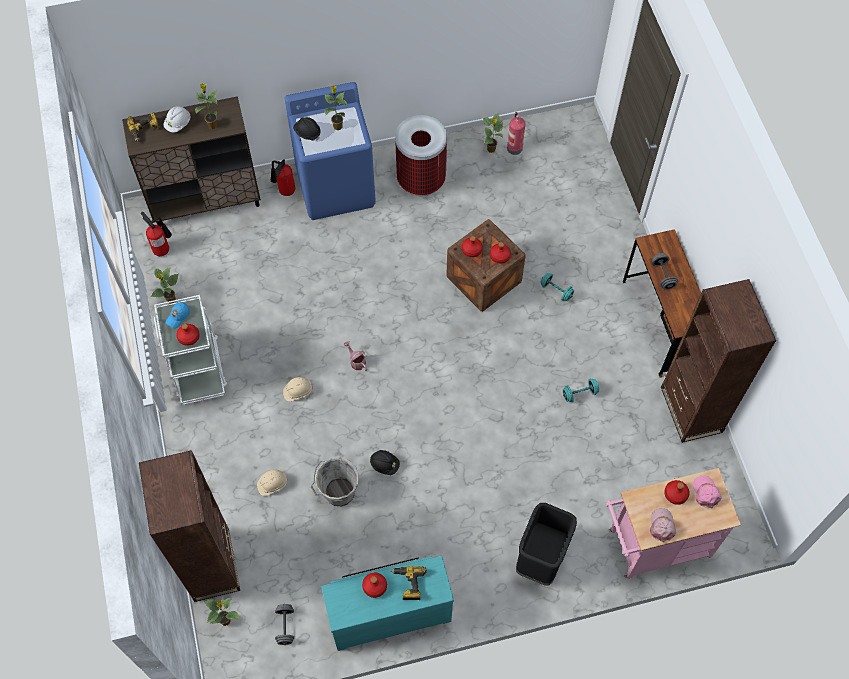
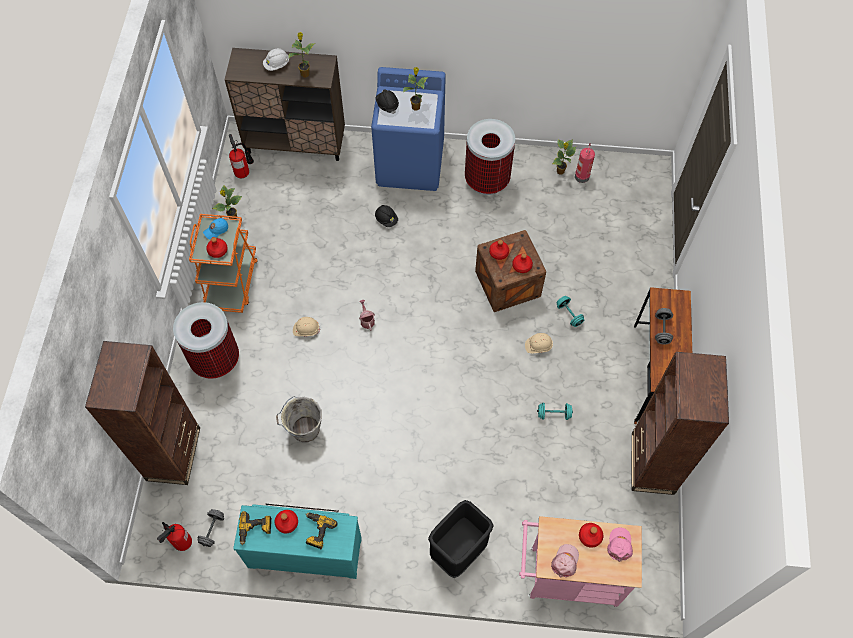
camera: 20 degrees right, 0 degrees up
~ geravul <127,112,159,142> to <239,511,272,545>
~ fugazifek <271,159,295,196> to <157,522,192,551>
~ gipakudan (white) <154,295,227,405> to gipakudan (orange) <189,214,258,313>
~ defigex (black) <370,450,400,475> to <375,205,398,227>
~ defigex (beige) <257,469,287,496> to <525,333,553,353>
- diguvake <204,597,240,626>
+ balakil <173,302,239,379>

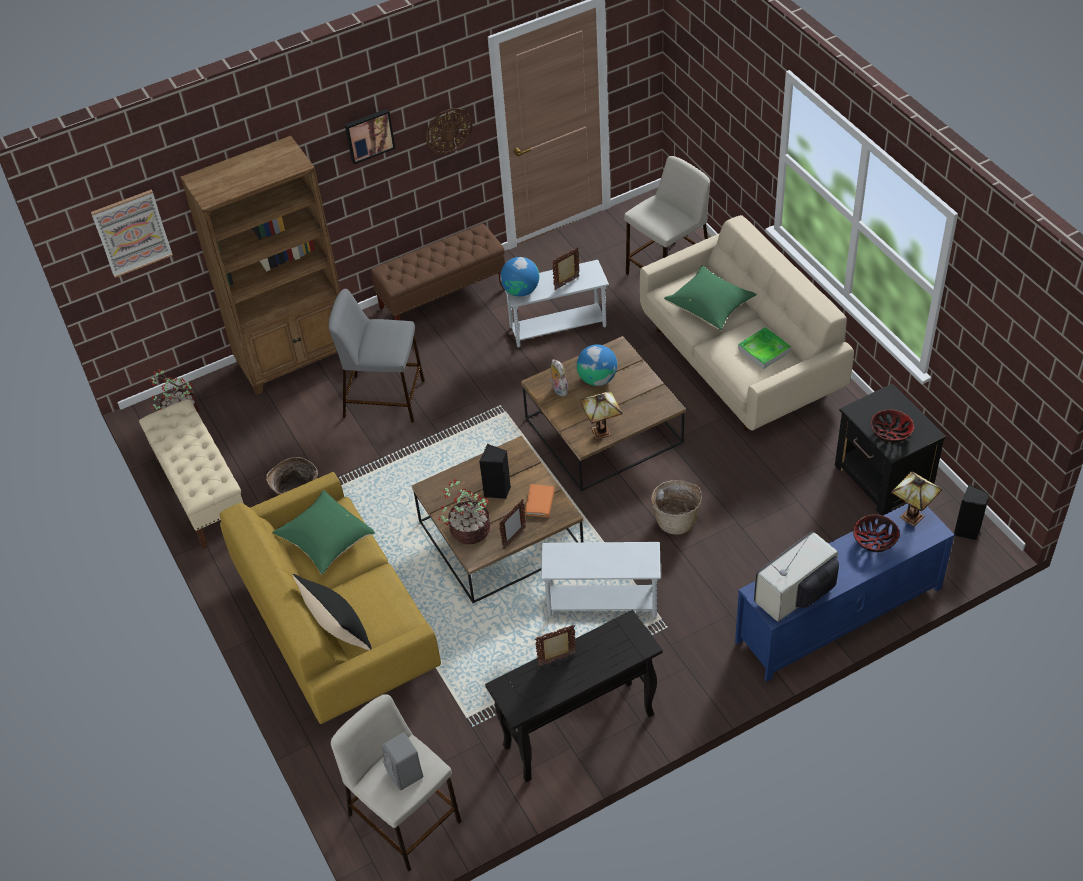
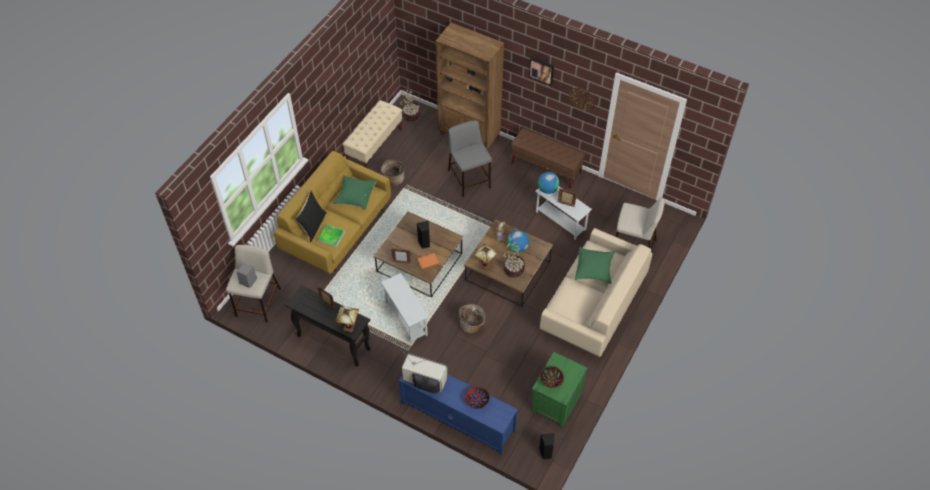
camera: 55 degrees right, 5 degrees up
- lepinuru <91,190,173,278>
~ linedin <738,327,791,369> to <317,224,345,248>
~ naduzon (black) <835,383,946,515> to naduzon (green) <531,352,587,427>
~ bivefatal <891,471,942,527> to <335,306,359,332>
~ diguvake <439,479,490,544> to <502,242,525,278>

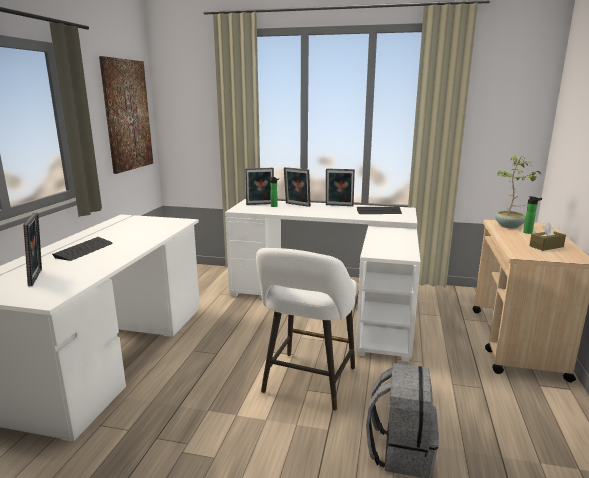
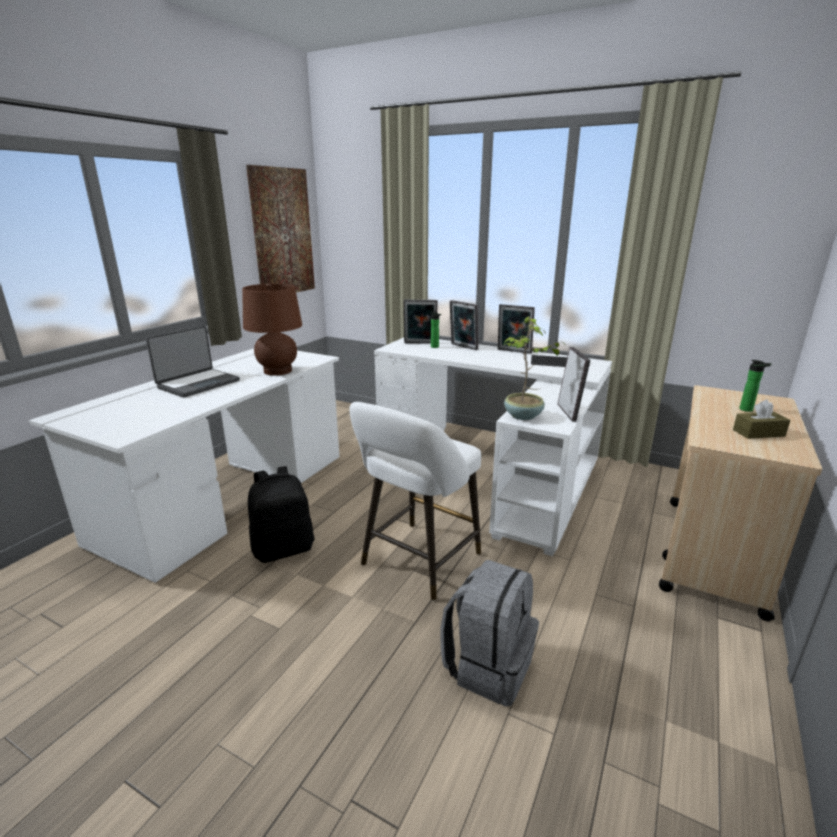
camera: 15 degrees right, 5 degrees up
~ diguvake <495,155,541,229> to <503,317,567,420>
~ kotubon <23,213,42,286> to <558,347,590,422>
~ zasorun <52,237,113,261> to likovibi <146,326,240,398>
+ bivefatal (brown) <242,283,302,376>
+ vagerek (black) <248,466,314,563>

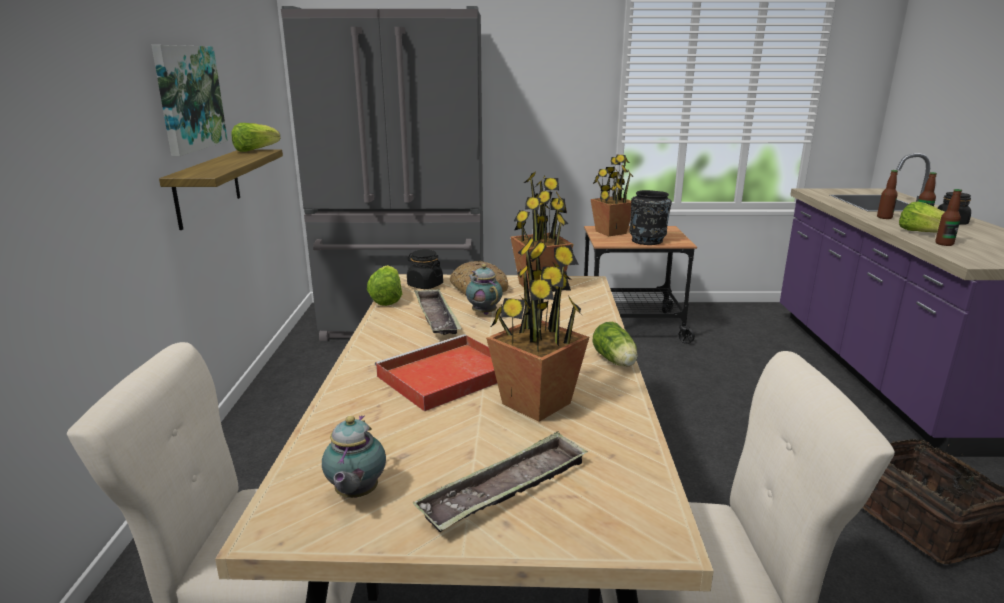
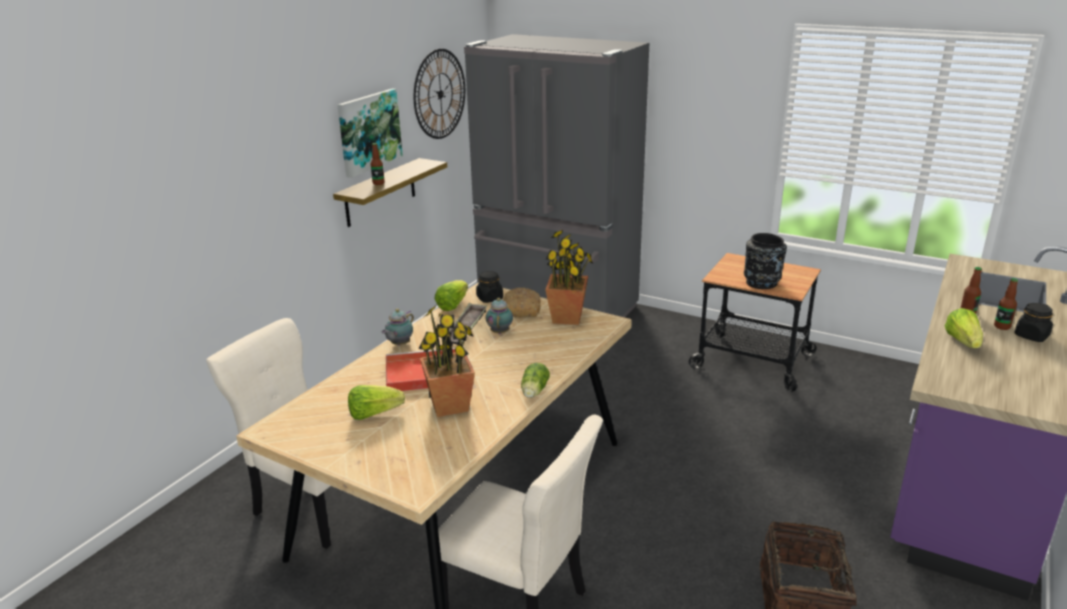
camera: 30 degrees right, 5 degrees up
~ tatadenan <232,123,281,152> to <348,385,405,420>
- diguvake <591,155,633,236>
~ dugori <935,189,962,246> to <371,143,385,185>
~ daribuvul <322,415,386,498> to <382,309,414,346>
- linedin <412,431,588,532>
+ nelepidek <414,49,465,139>

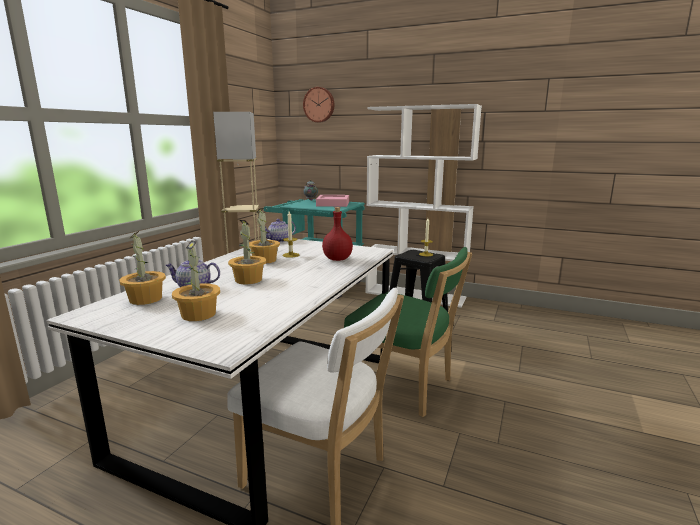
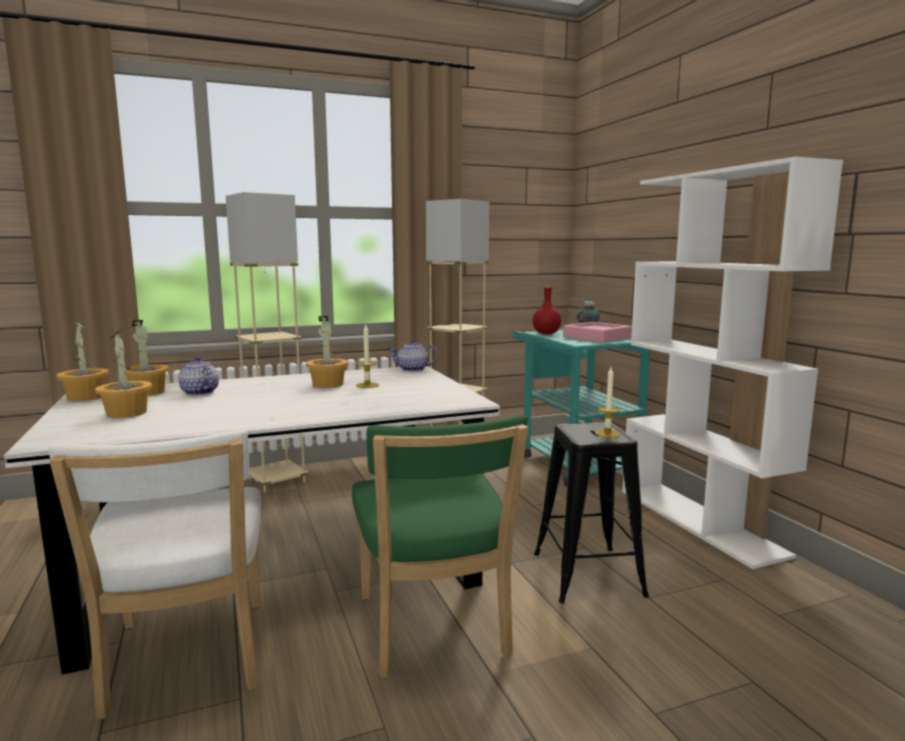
camera: 45 degrees right, 5 degrees down
- nelepidek <303,87,334,123>
~ dugori (red) <322,207,353,261> to <533,284,561,334>
~ diguvake <228,220,266,284> to <57,322,109,401>
+ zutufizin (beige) <226,192,309,492>

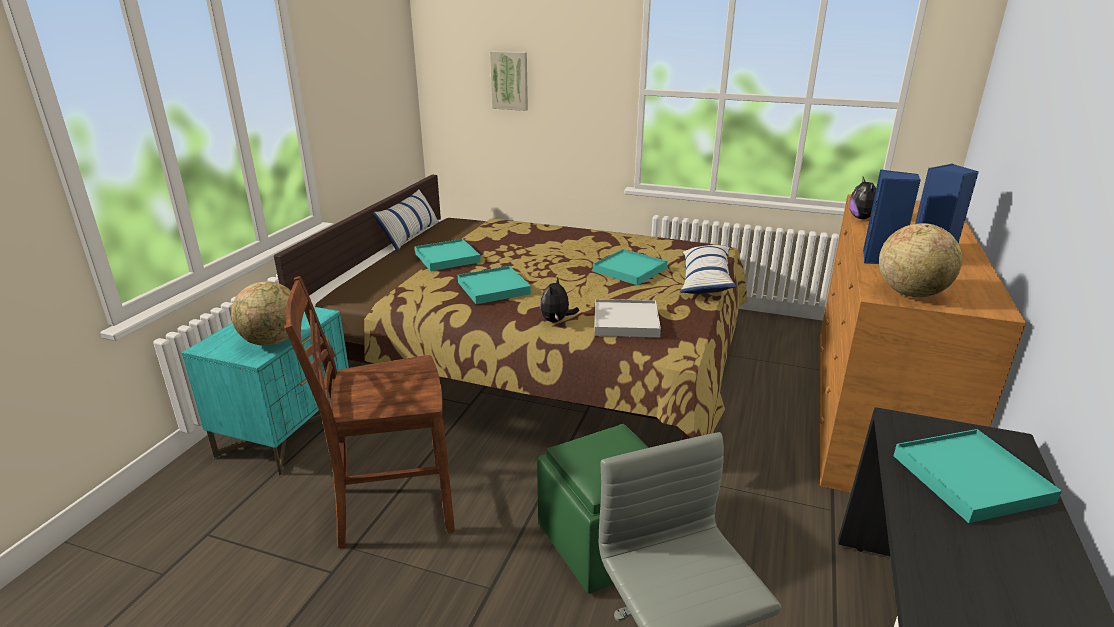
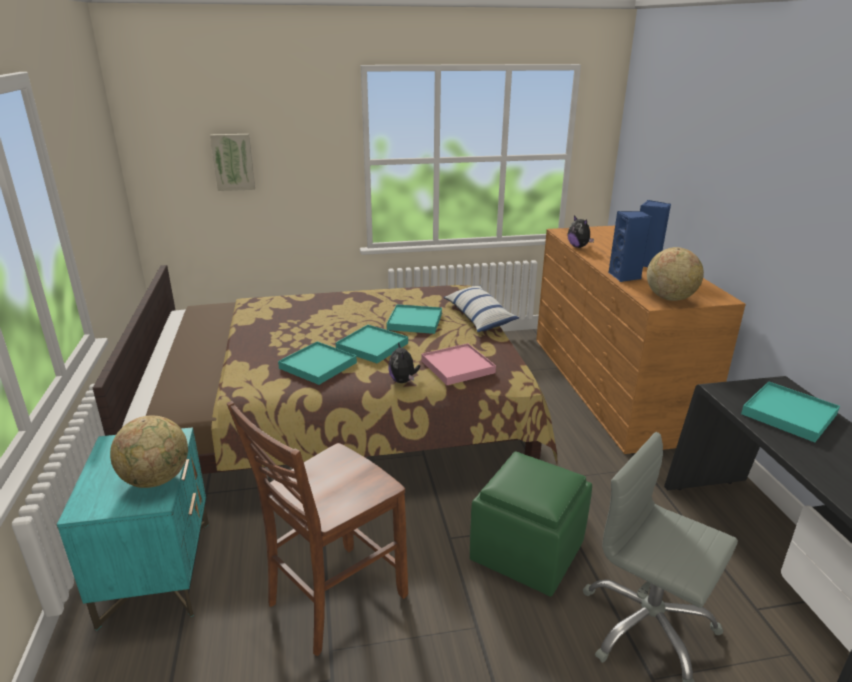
camera: 30 degrees left, 0 degrees up
- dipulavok <373,189,439,252>
~ linedin (turquoise) <415,239,481,271> to <336,325,408,364>
~ linedin (white) <594,299,661,337> to linedin (pink) <421,343,496,385>

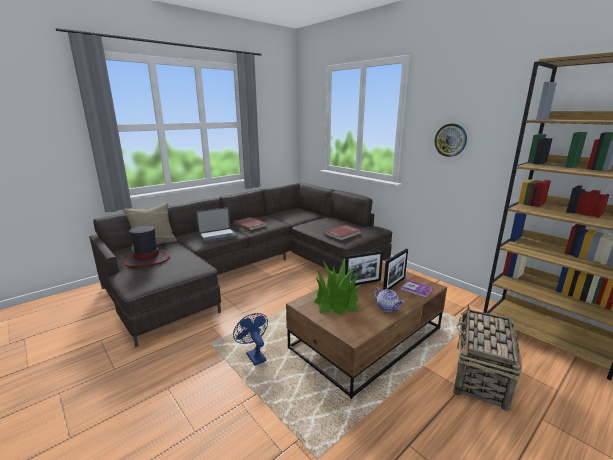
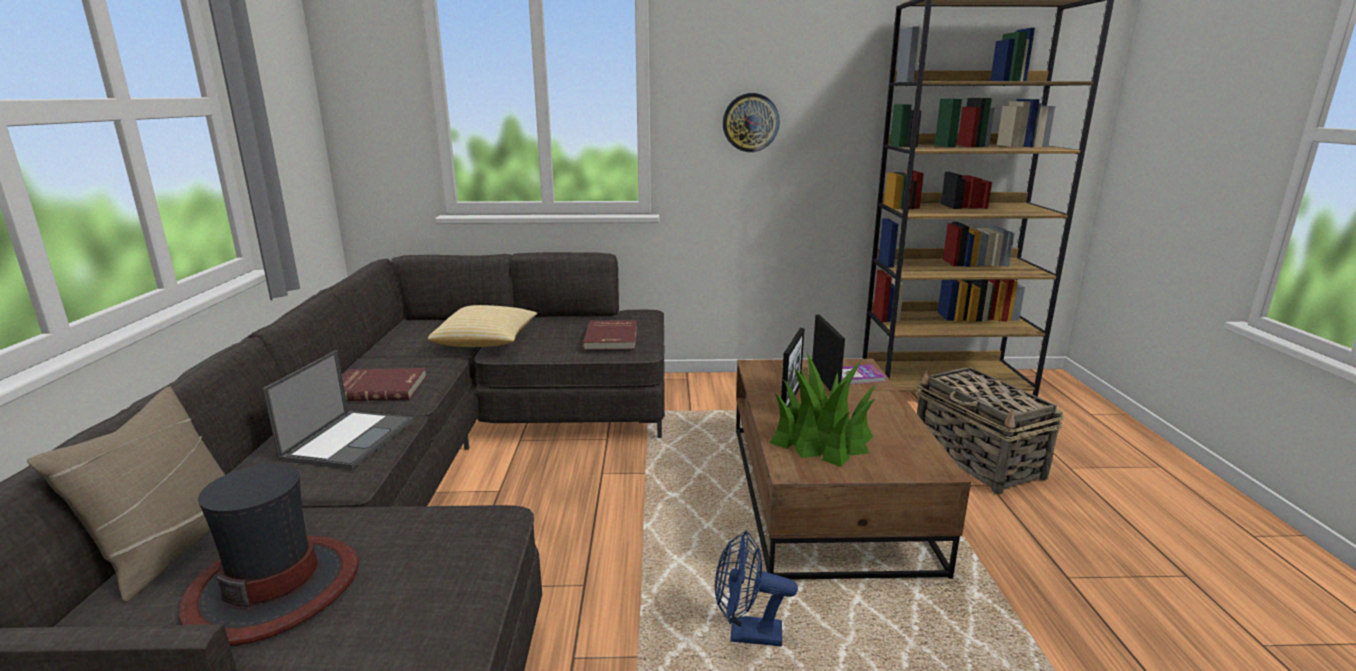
camera: 50 degrees left, 0 degrees up
- daribuvul <374,287,404,312>
+ dipulavok <428,305,537,347>

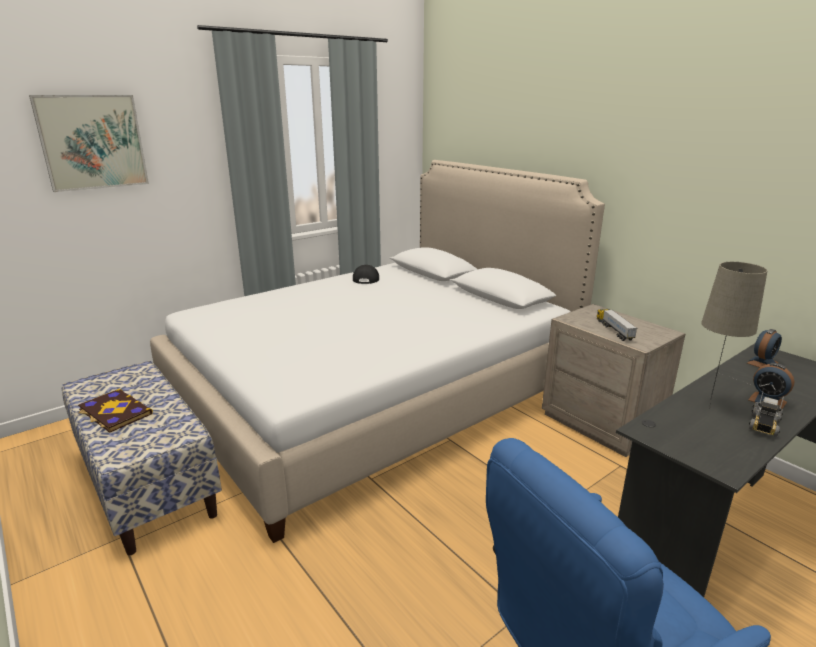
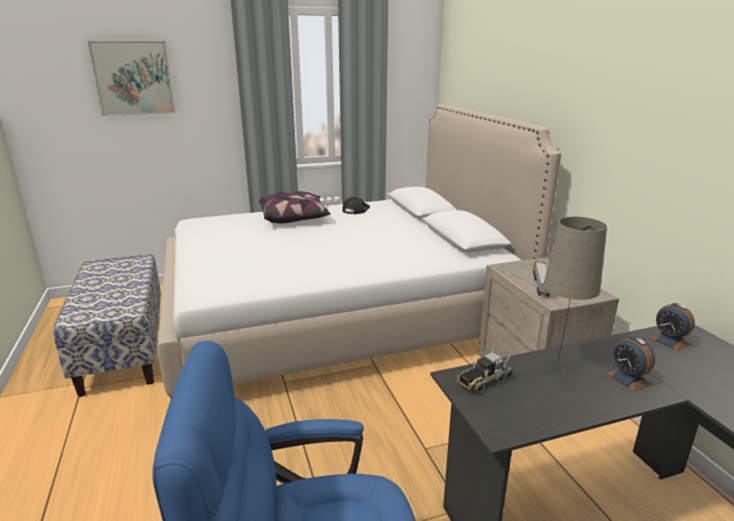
camera: 20 degrees right, 0 degrees up
~ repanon <747,329,782,368> = <650,303,695,351> 75 degrees clockwise
- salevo <78,389,153,433>
~ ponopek <749,391,784,437> to <457,347,513,393>
+ dipulavok <259,191,331,223>

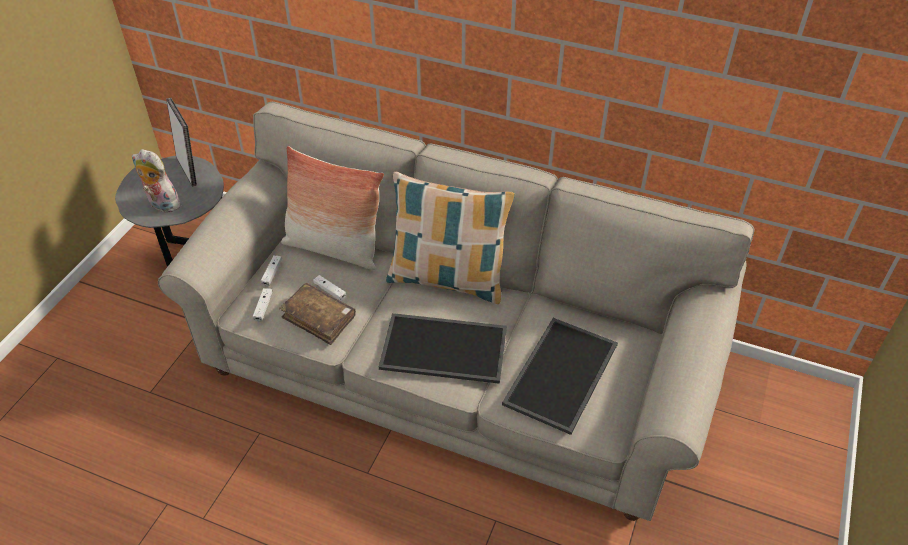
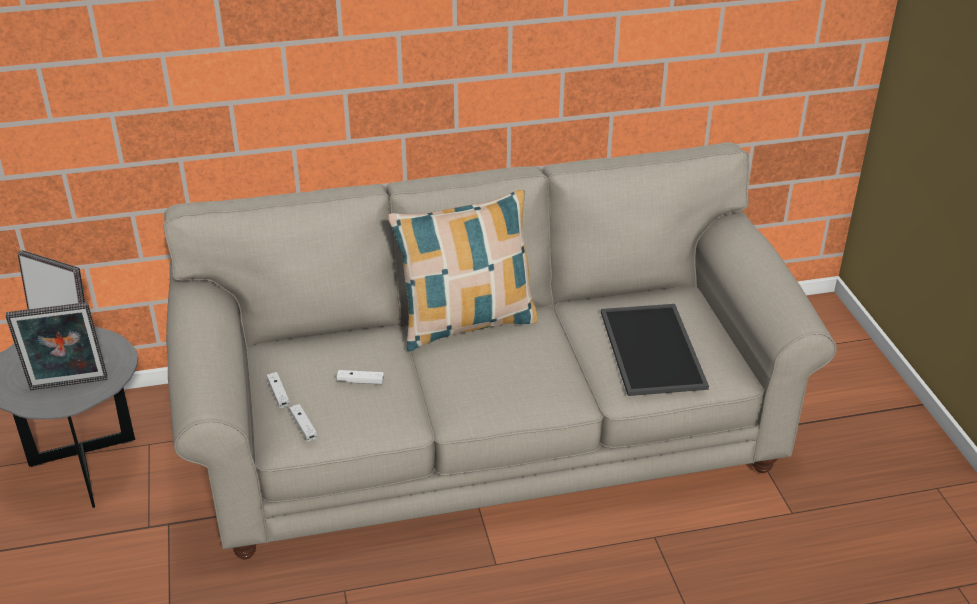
camera: 35 degrees left, 10 degrees down
- dipulavok <281,146,384,270>
~ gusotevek <132,149,183,213> to kotubon <6,302,107,390>
- salevo (brown) <279,283,356,345>
- linedin <379,313,507,384>

